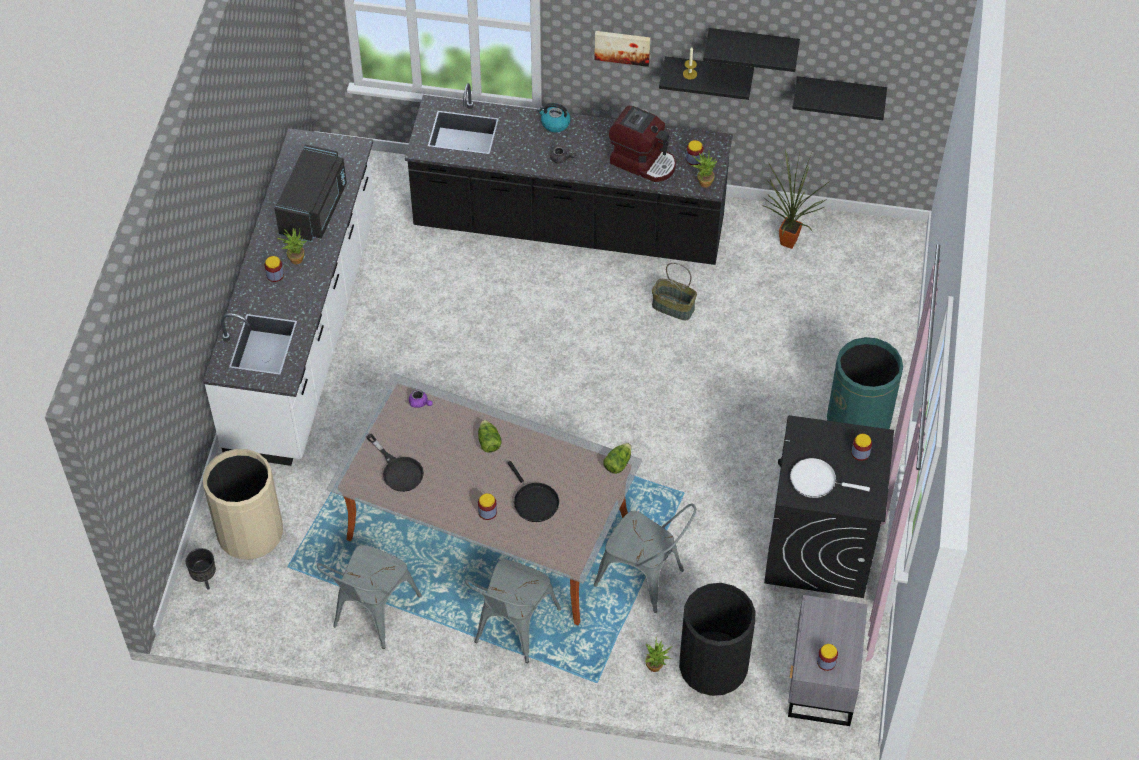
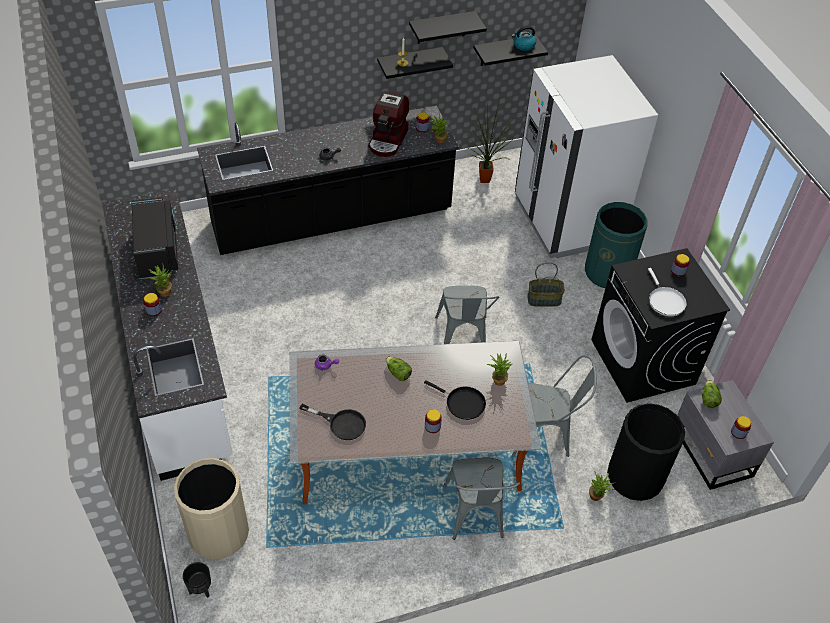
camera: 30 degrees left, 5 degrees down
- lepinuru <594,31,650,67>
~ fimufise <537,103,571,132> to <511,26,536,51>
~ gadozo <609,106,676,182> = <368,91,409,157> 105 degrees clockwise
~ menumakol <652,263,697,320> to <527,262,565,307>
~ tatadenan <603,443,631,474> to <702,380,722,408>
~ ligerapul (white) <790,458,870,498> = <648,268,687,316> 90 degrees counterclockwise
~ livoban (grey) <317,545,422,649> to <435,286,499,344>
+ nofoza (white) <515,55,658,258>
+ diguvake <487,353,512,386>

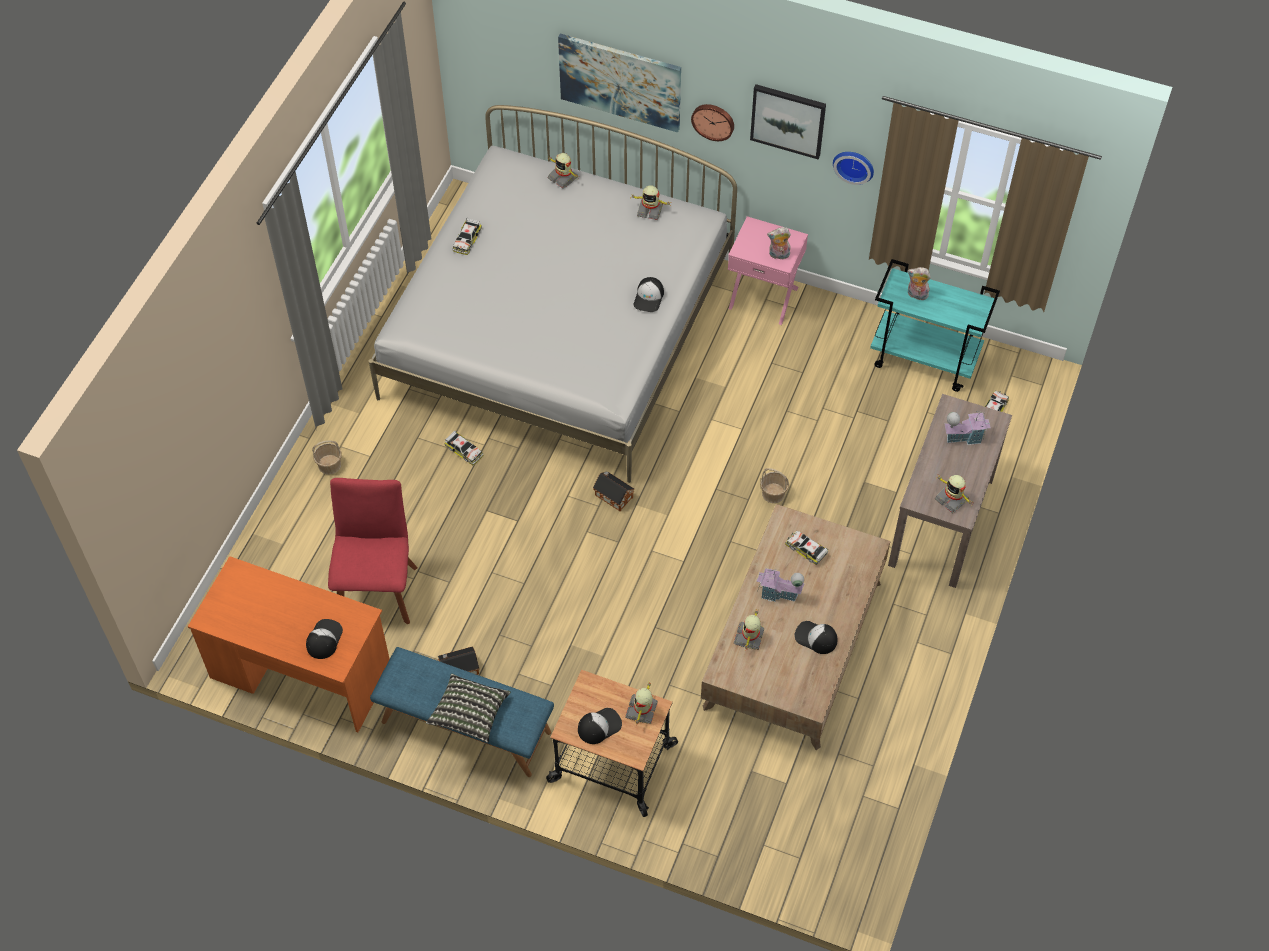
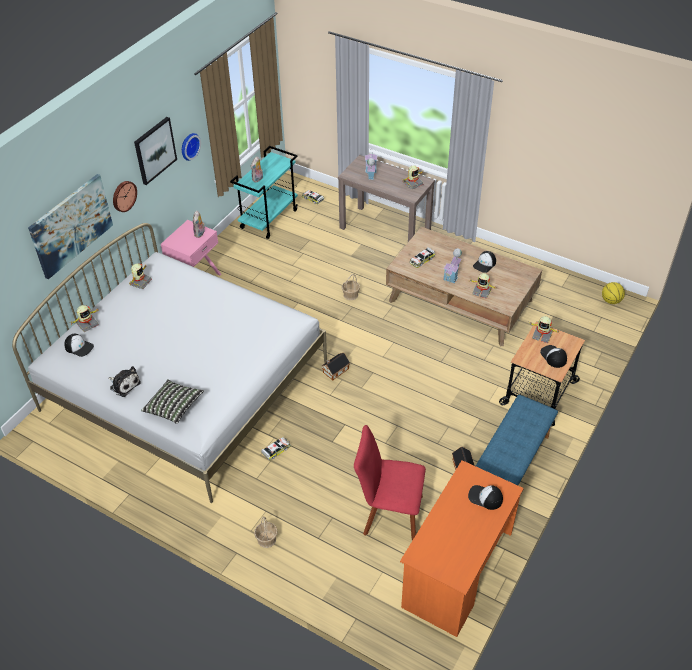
camera: 80 degrees left, 10 degrees down
~ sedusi <453,218,482,255> to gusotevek <108,366,141,397>
~ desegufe <633,277,664,312> to <64,334,94,357>
~ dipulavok <426,674,511,743> to <141,380,204,424>
+ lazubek <602,282,625,304>

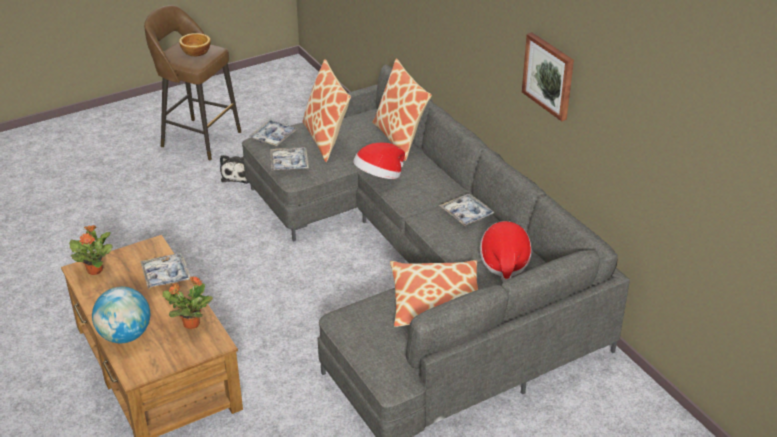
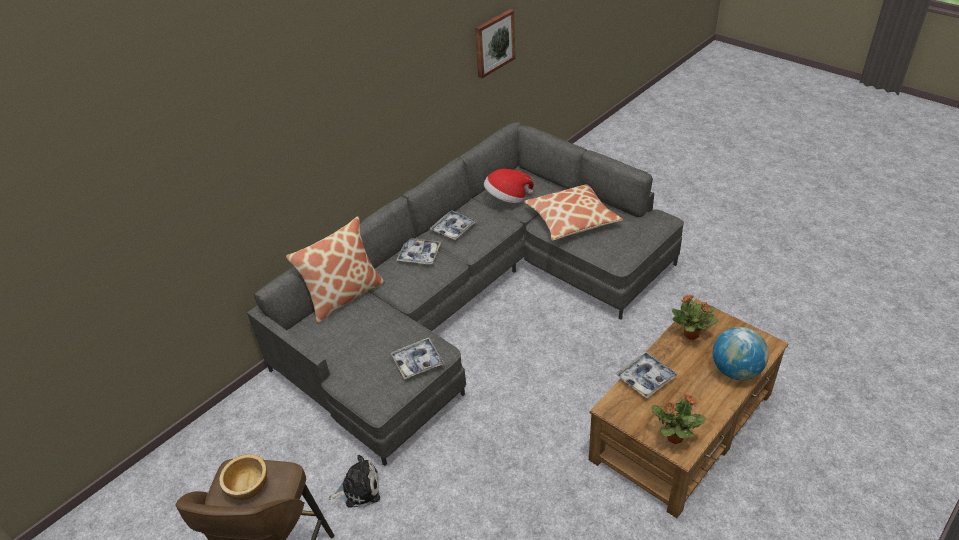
camera: 105 degrees left, 5 degrees up
~ lepinuru <522,32,574,121> to <475,9,516,78>
- dipulavok <302,59,351,162>
~ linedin <249,120,298,146> to <396,238,441,265>
- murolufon <353,143,405,179>

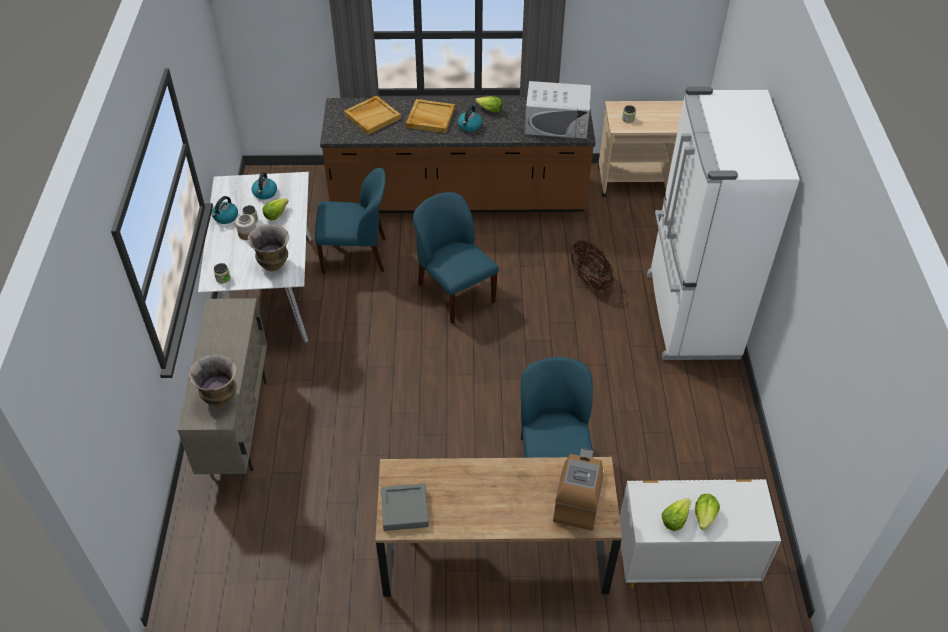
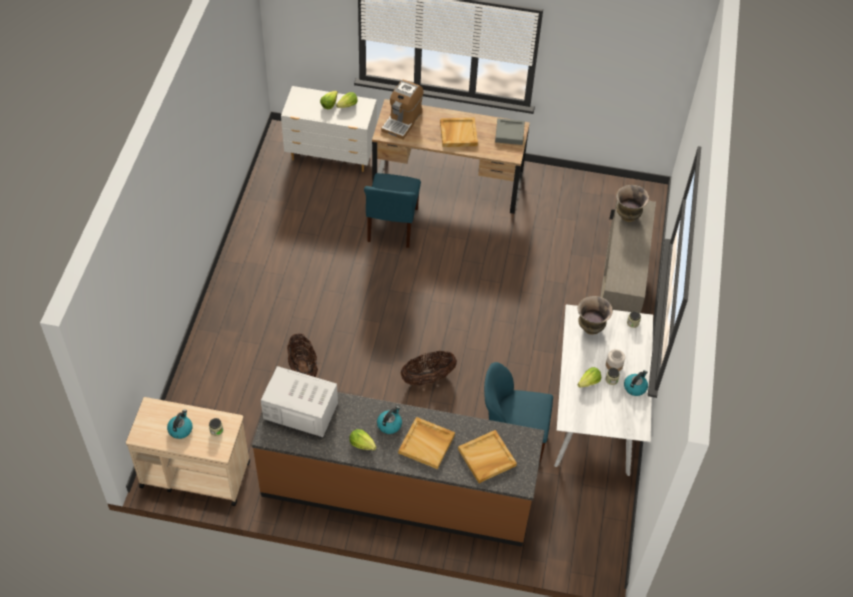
camera: 170 degrees left, 5 degrees up
- nofoza (white) <647,87,800,360>
~ fimufise <251,172,277,200> to <167,409,193,439>
~ livoban (blue) <413,192,499,324> to menumakol <400,351,457,385>
+ linedin (beige) <440,118,478,147>

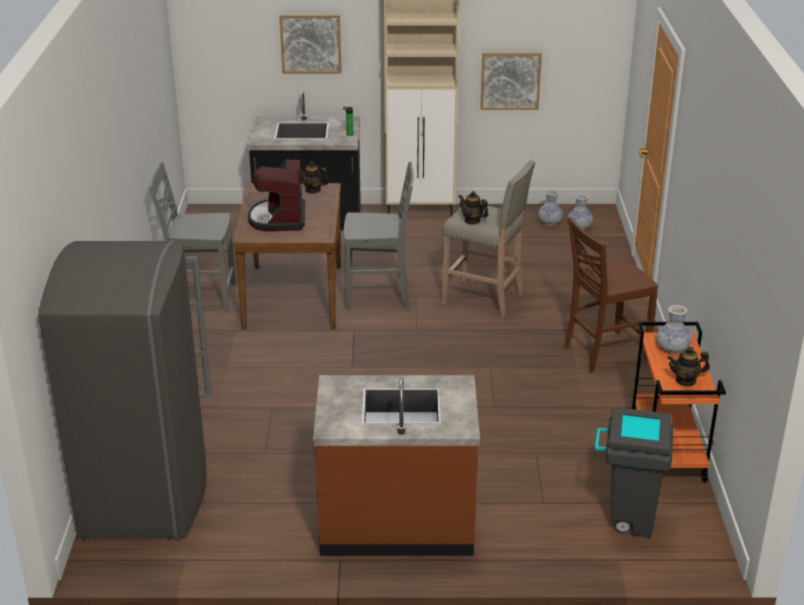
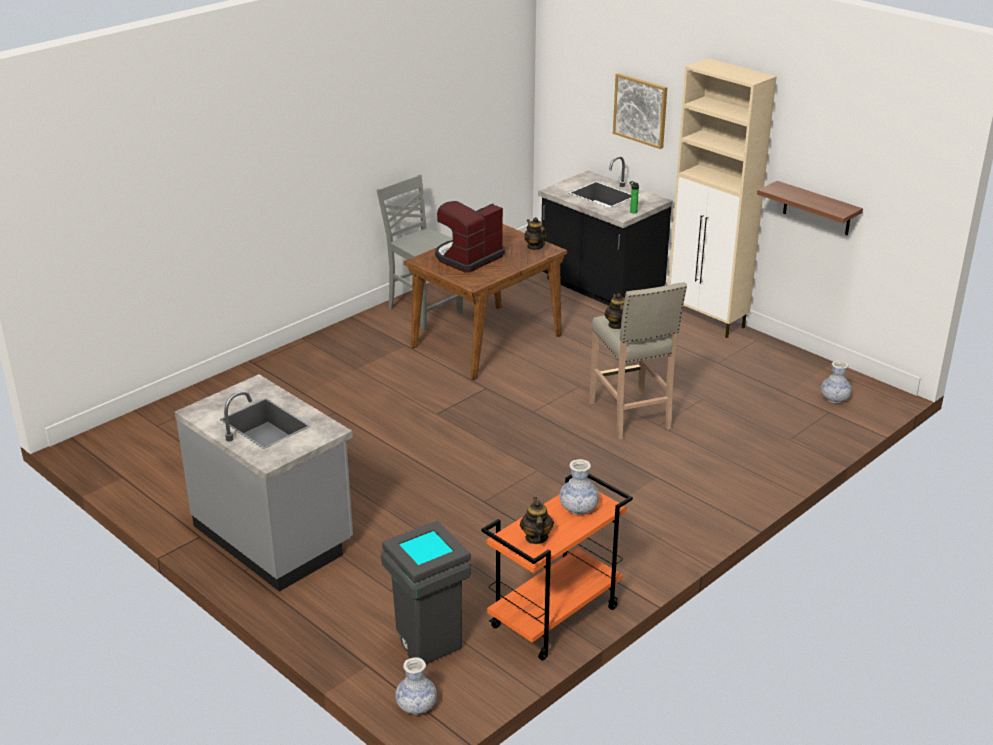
camera: 45 degrees right, 0 degrees up
~ lepinuru <480,53,542,110> to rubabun <757,181,863,235>
- livoban (grey) <344,162,414,310>
~ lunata <538,190,563,225> to <395,657,437,714>
- livoban (brown) <564,217,658,373>
- nofoza (grey) <38,240,211,539>
~ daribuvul <667,347,710,386> = <520,497,554,544> 45 degrees clockwise
~ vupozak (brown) <313,375,480,556> to vupozak (grey) <175,374,353,592>

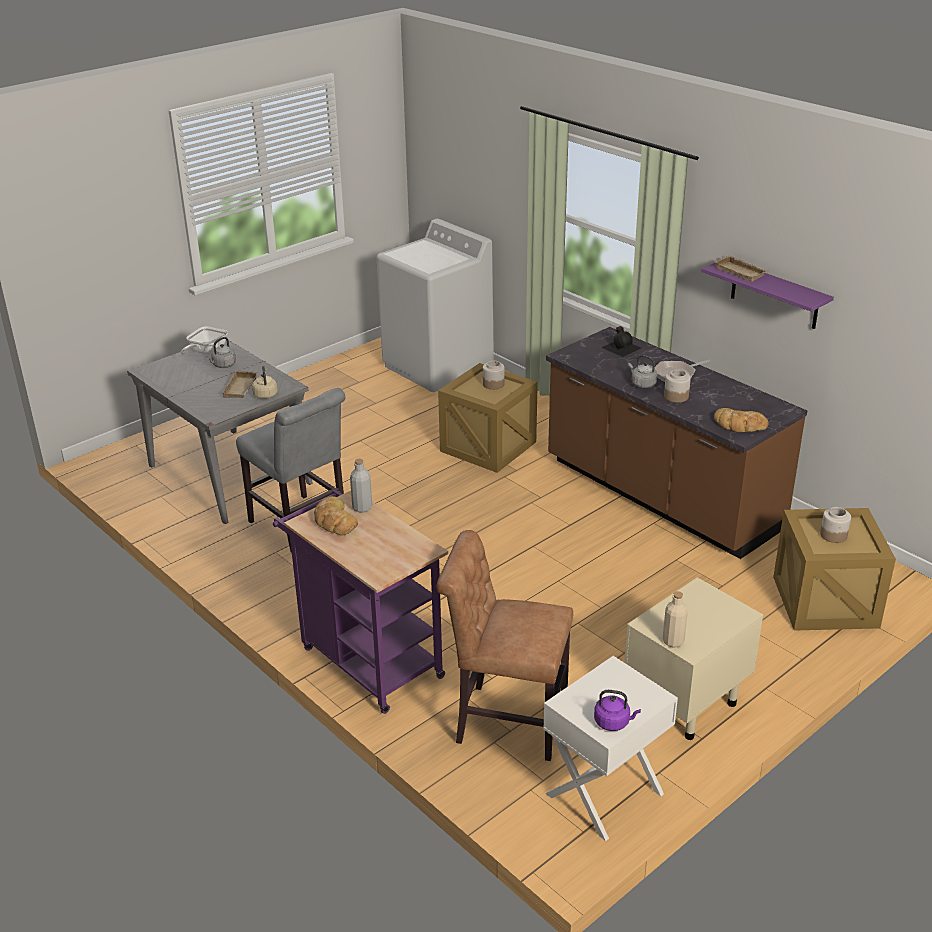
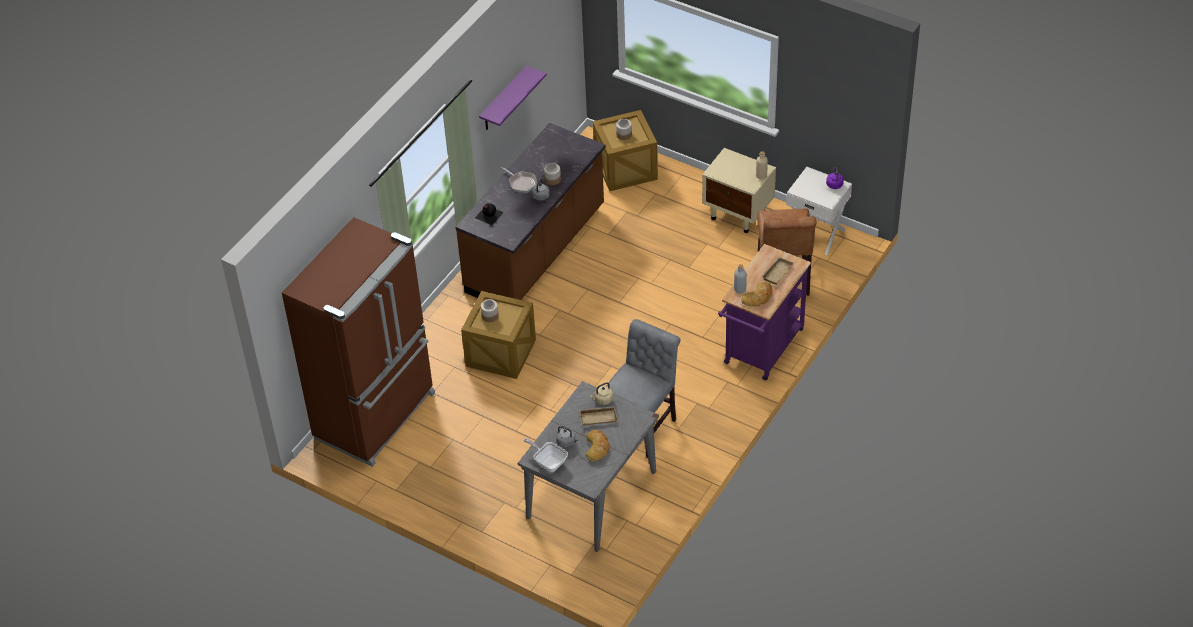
camera: 105 degrees left, 15 degrees up
~ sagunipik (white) <377,219,494,392> to nofoza (brown) <282,217,435,467>
~ linedin (beige) <715,255,768,282> to <762,257,794,285>
~ ligerapul <181,326,228,355> = <524,438,568,472> 150 degrees counterclockwise
~ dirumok <714,408,768,432> to <586,430,610,462>

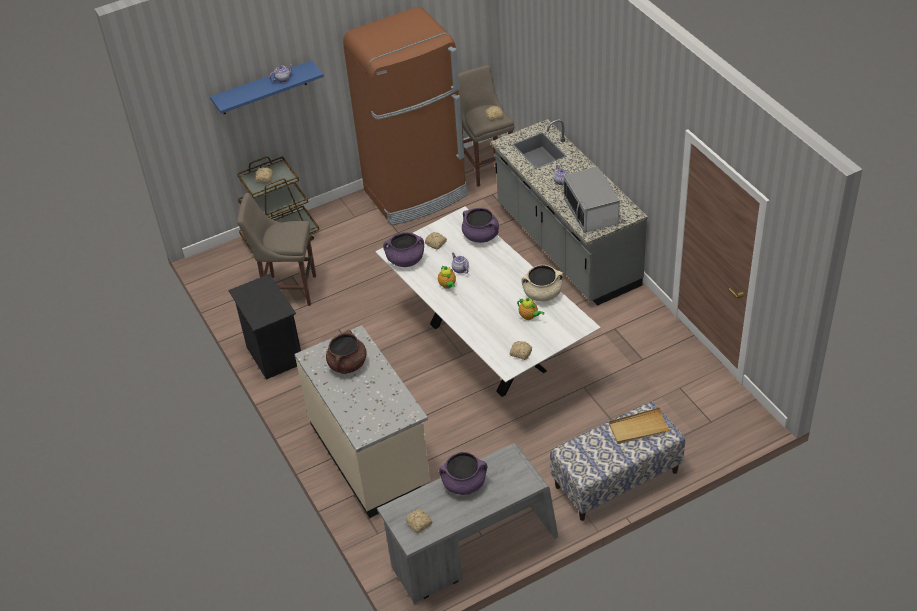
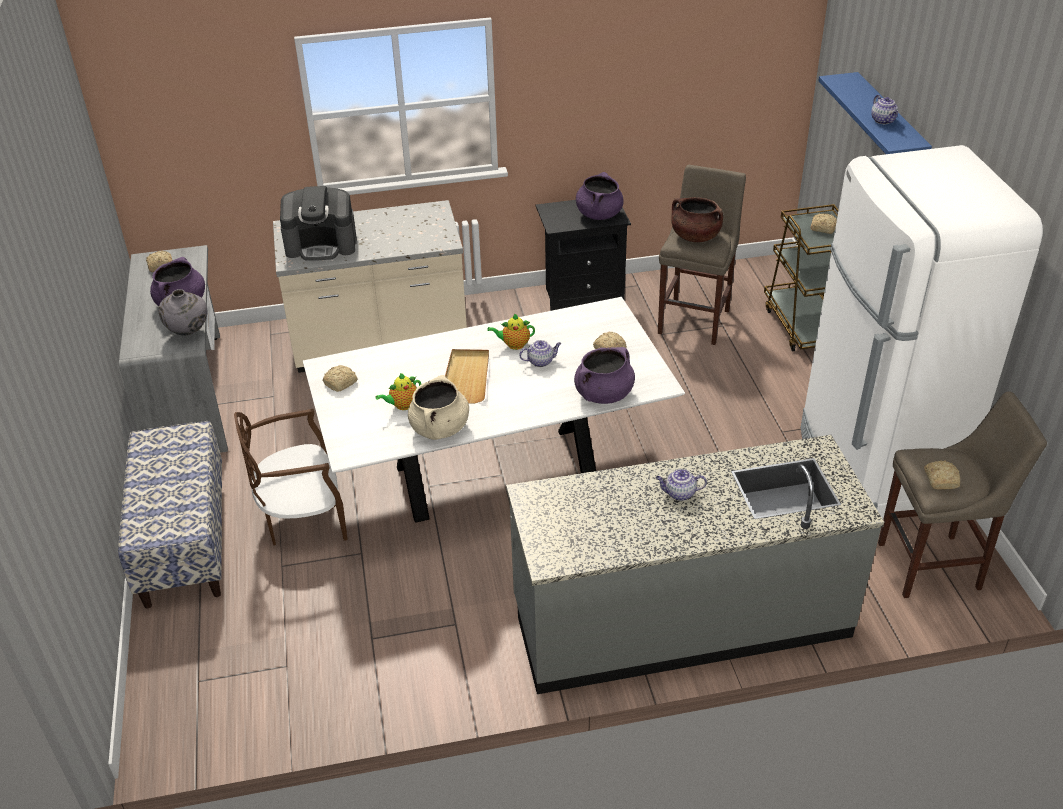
camera: 105 degrees right, 5 degrees down
~ nofoza (brown) <343,7,468,225> to nofoza (white) <801,145,1043,519>
- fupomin <564,166,620,233>
~ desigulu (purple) <383,232,424,267> to <576,172,624,220>
~ desigulu (brown) <326,330,366,374> to <671,197,723,242>
~ linedin (beige) <609,407,671,444> to <445,349,489,404>
+ gadozo <280,186,357,261>
+ lunata (grey) <158,289,208,336>
+ livoban (brown) <234,409,348,545>

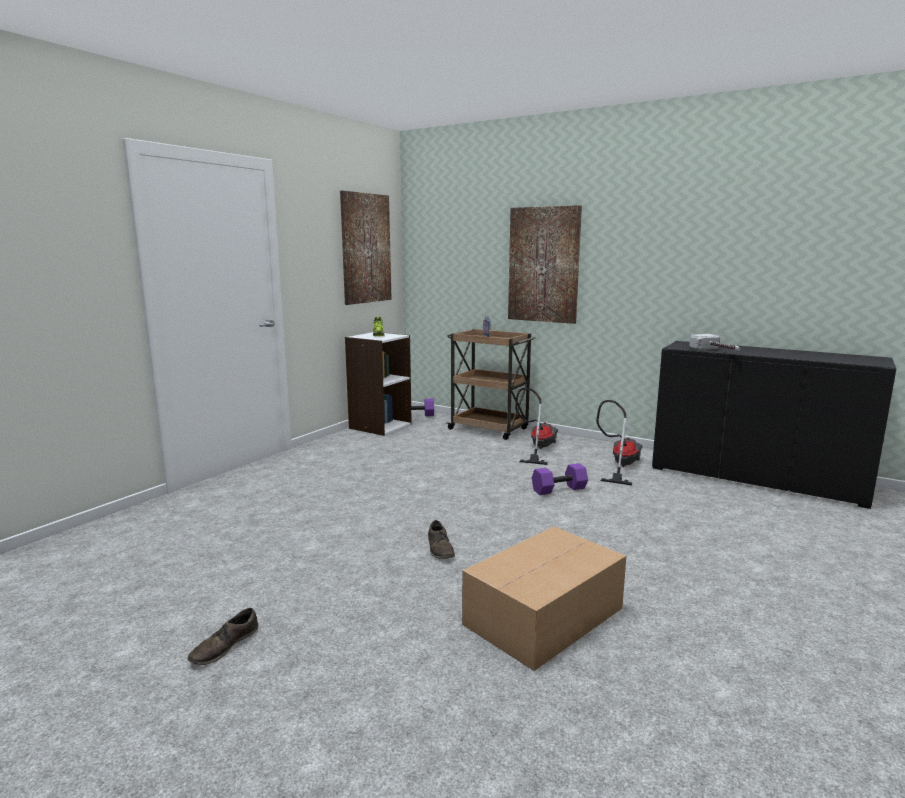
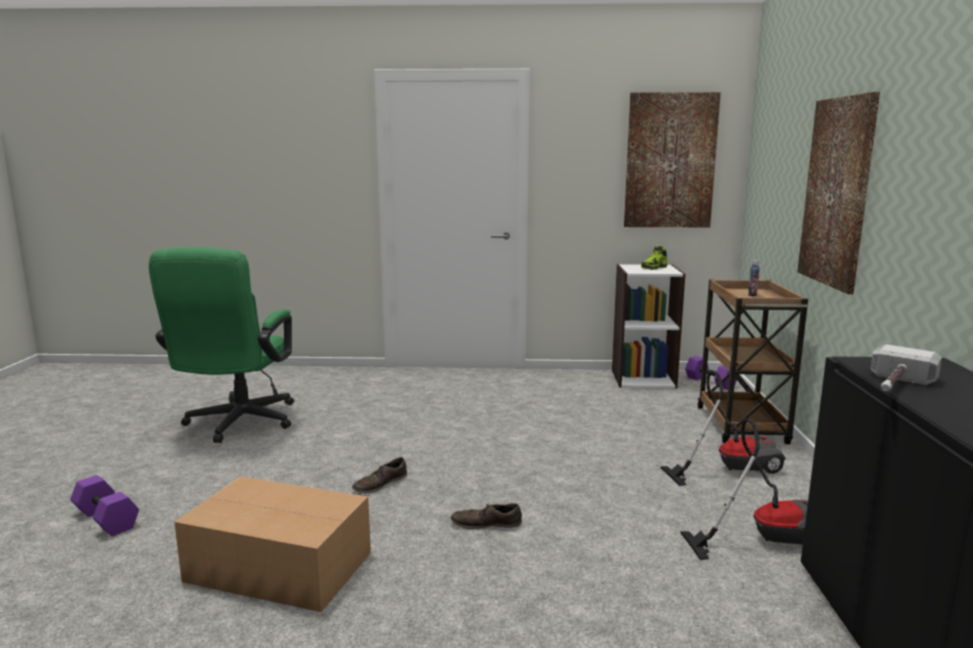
camera: 60 degrees right, 0 degrees up
~ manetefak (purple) <532,463,588,495> to <70,475,139,536>
~ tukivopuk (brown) <188,608,258,665> to <451,503,522,529>
+ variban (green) <149,247,294,443>

